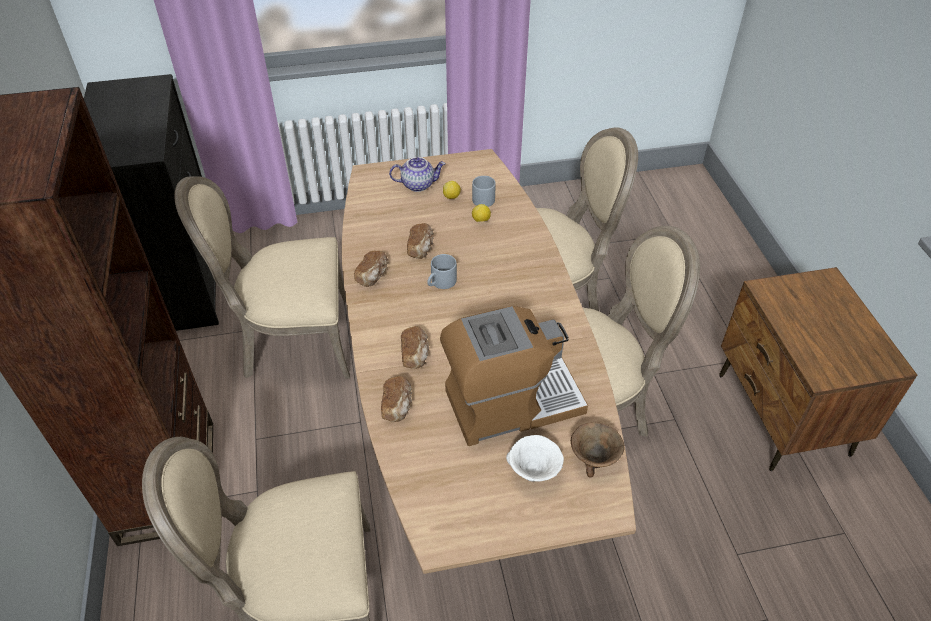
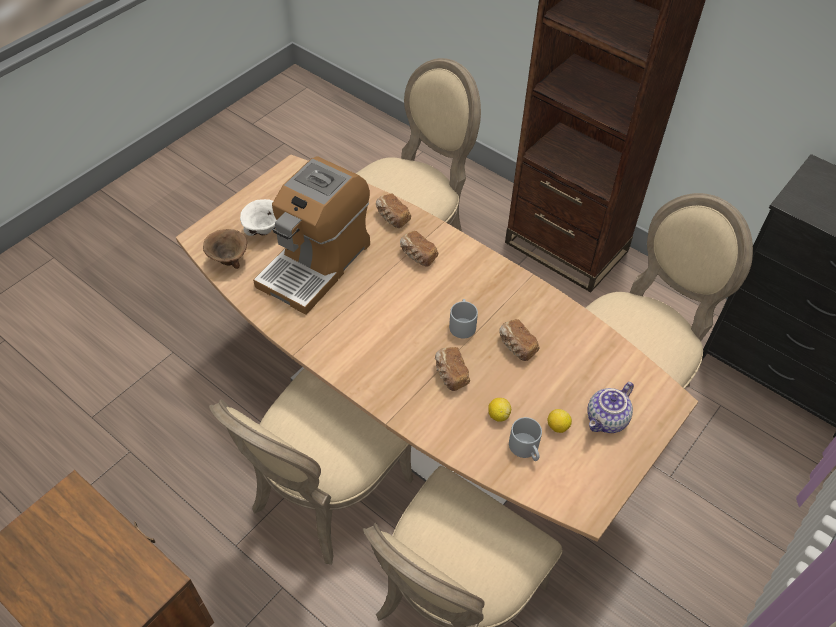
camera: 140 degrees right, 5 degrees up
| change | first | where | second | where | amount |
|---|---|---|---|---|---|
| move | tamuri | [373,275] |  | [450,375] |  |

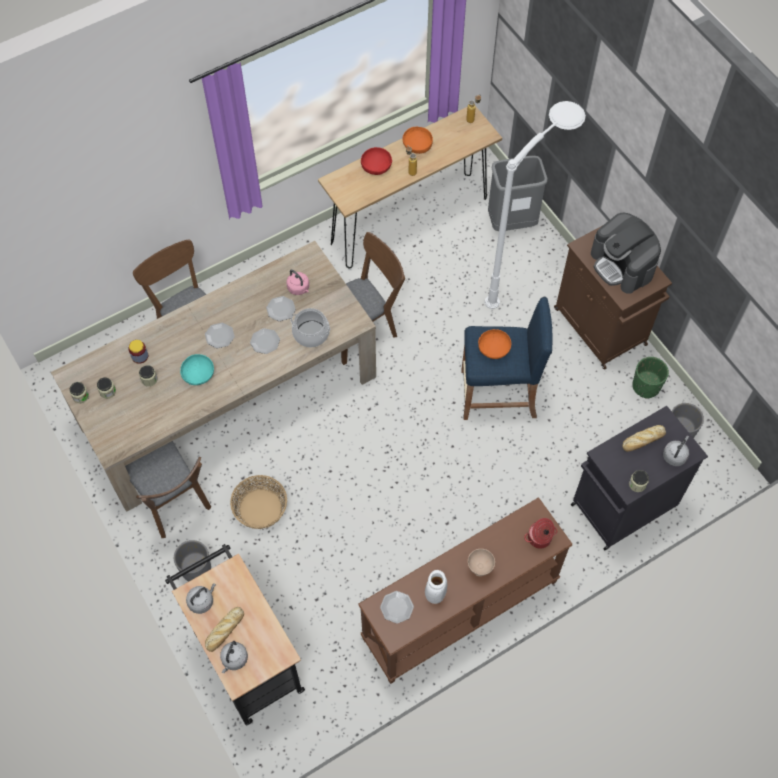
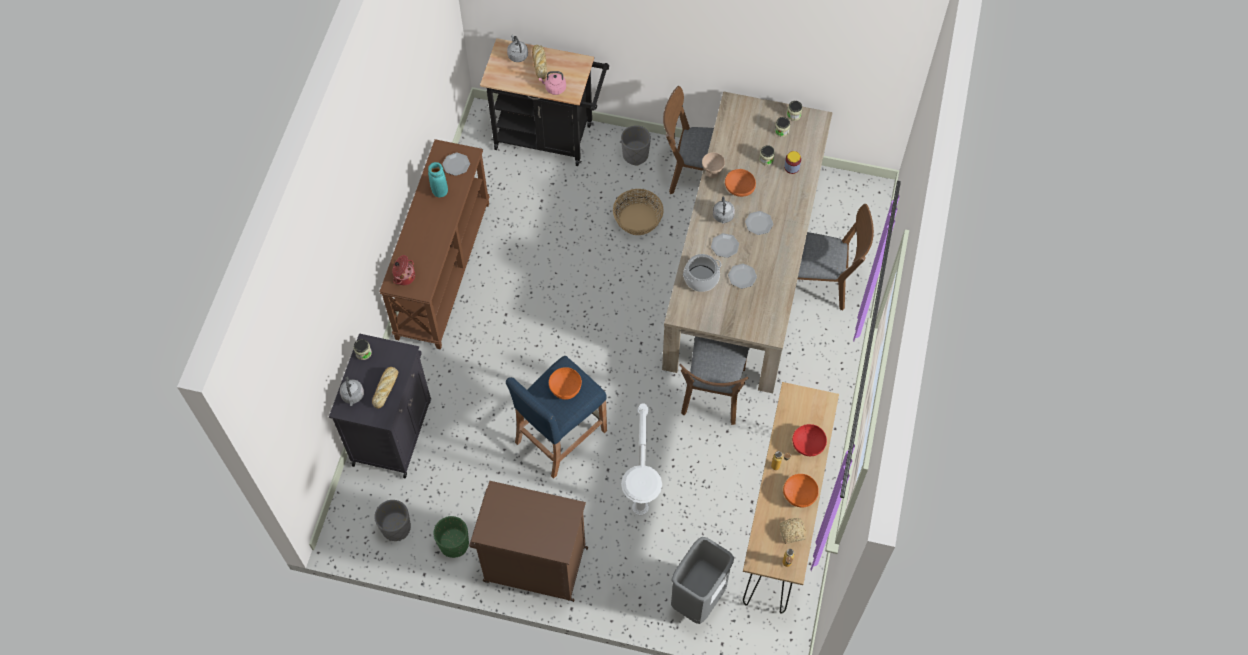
camera: 135 degrees right, 0 degrees up
| change | first | where | second | where | amount |
|---|---|---|---|---|---|
| delete | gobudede | [622,265] |  |  |  |
| move | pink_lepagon | [299,288] |  | [554,88] |  |
| recolor | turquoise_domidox | [199,375] | orange_domidox | [739,188] |  |
| move | beige_domidox | [480,569] |  | [712,173] |  |
| recolor | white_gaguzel | [435,594] | turquoise_gaguzel | [439,190] |  |
| move | grey_lepagon | [202,601] |  | [723,217] |  |
| insert |  |  | tamuri | [791,532] |  |

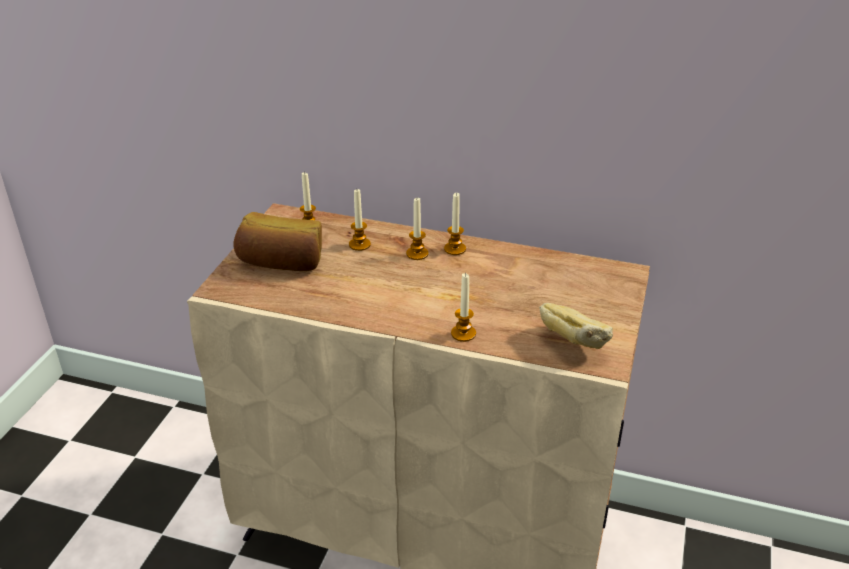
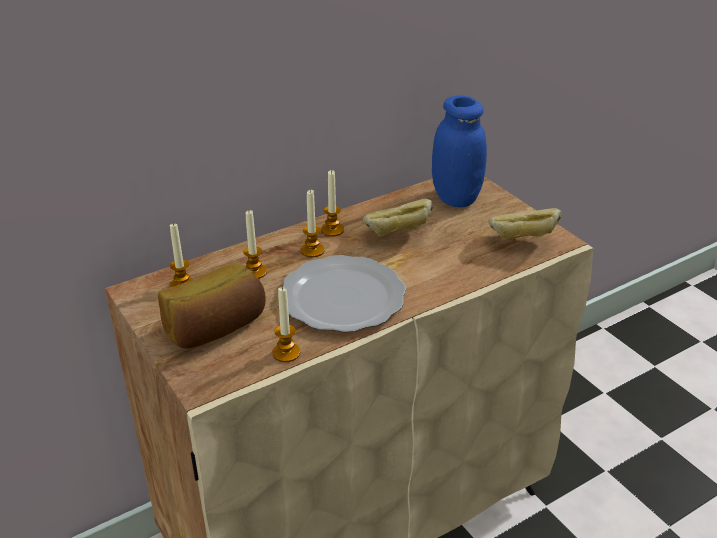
camera: 50 degrees left, 0 degrees up
| change | first | where | second | where | amount |
|---|---|---|---|---|---|
| move | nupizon | [463,333] |  | [286,353] |  |
| insert |  |  | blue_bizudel | [455,198] |  |
| insert |  |  | tamuri | [398,237] |  |
| insert |  |  | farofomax | [341,296] |  |

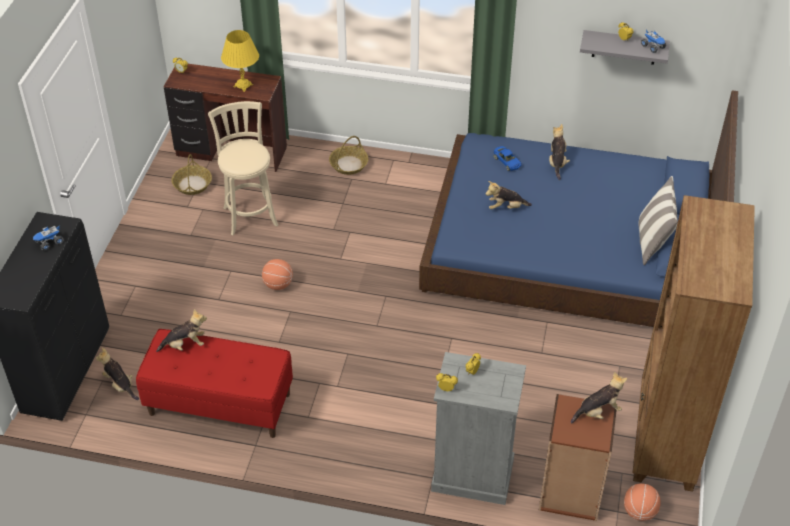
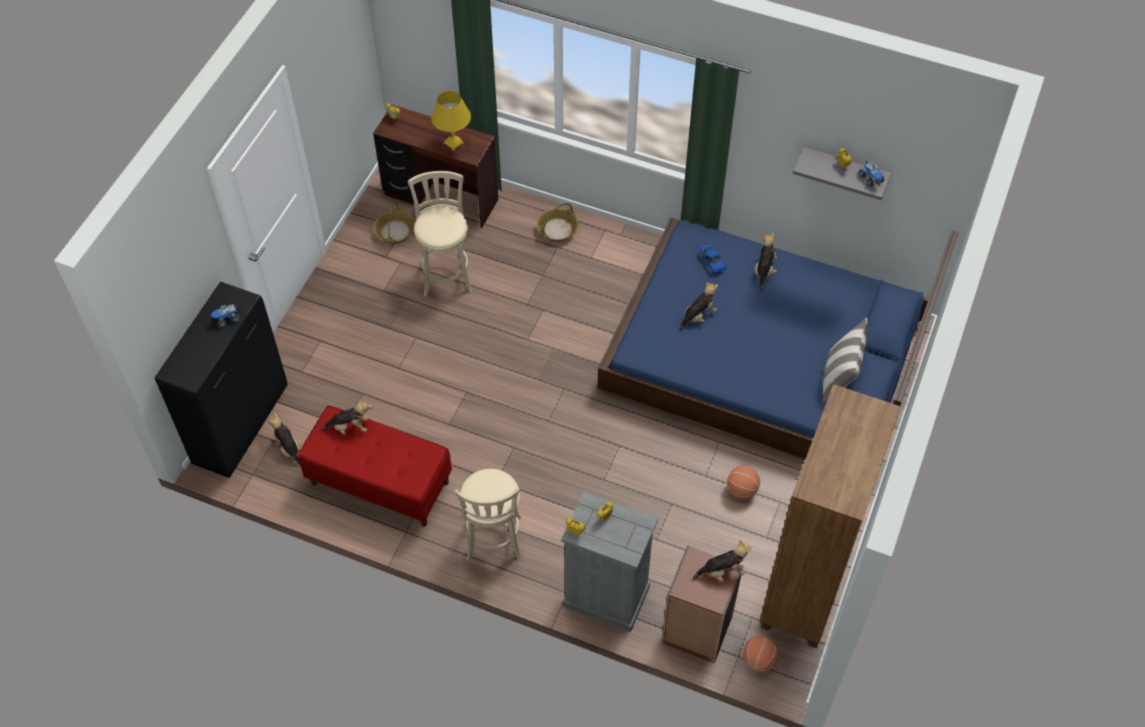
camera: 10 degrees right, 10 degrees up
| change | first | where | second | where | amount |
|---|---|---|---|---|---|
| rotate | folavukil | [506,207] |  | [698,316] | 135 degrees clockwise |
| move | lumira | [278,284] |  | [742,490] |  |
| insert |  |  | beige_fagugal | [493,541] |  |

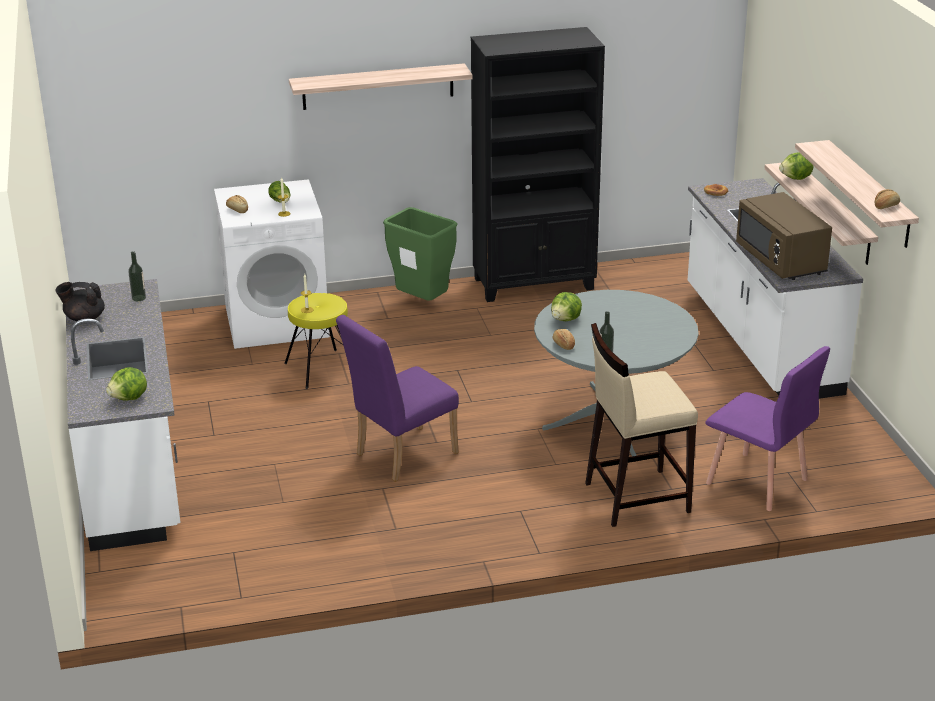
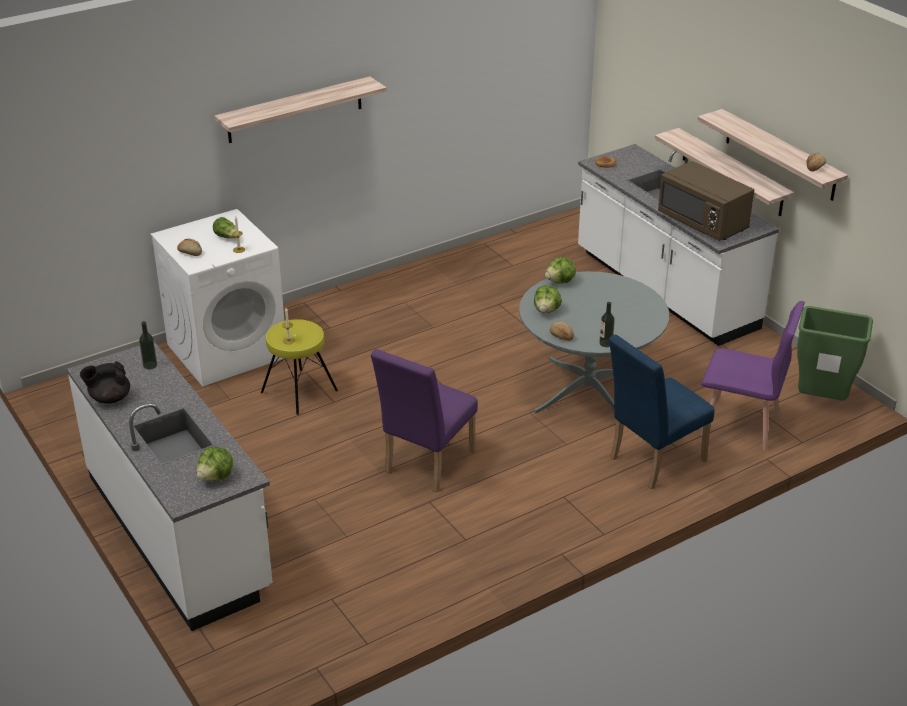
camera: 20 degrees left, 5 degrees up
| change | first | where | second | where | amount |
|---|---|---|---|---|---|
| delete | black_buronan | [535,284] |  |  |  |
| move | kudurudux | [796,178] |  | [560,282] |  |
| move | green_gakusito | [423,303] |  | [822,400] |  |
| replace | beige_fagugal | [635,497] | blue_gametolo | [652,461] |  |

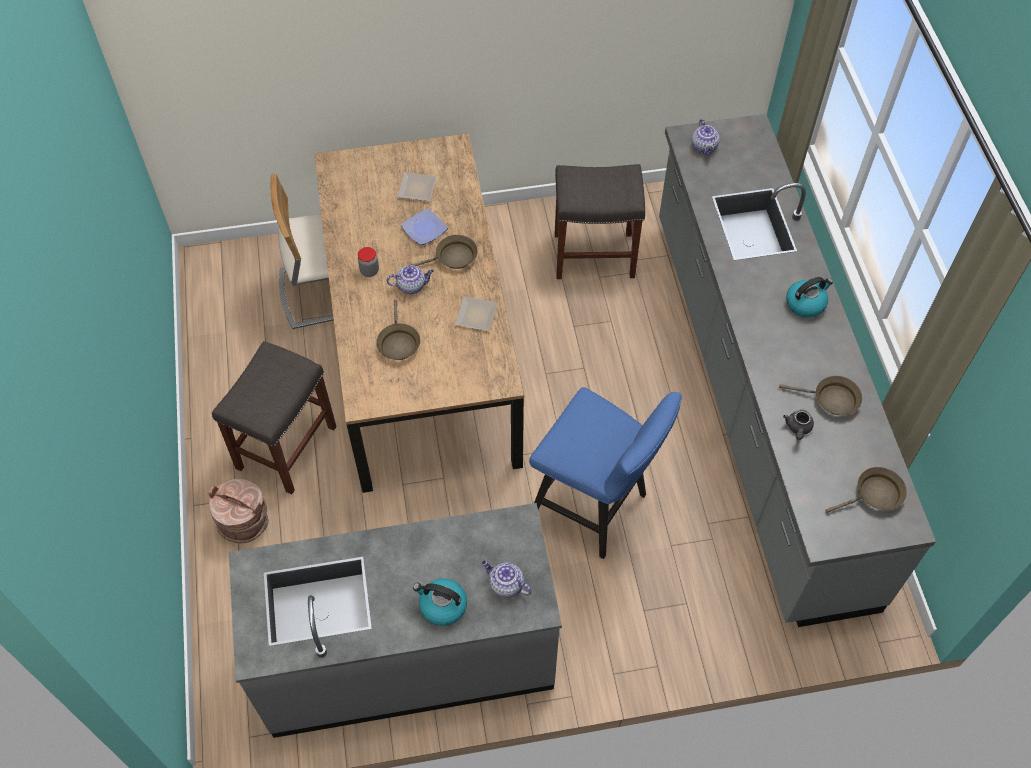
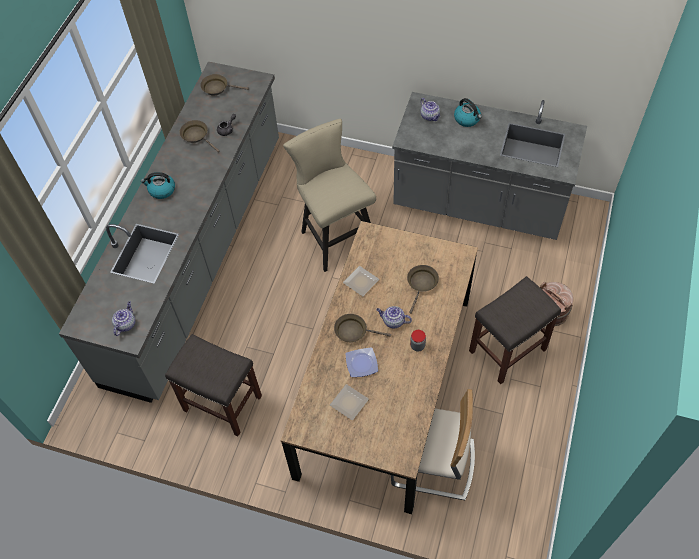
camera: 150 degrees left, 0 degrees up
| change | first | where | second | where | amount |
|---|---|---|---|---|---|
| recolor | blue_fagugal | [595,510] | beige_fagugal | [335,235] |  |

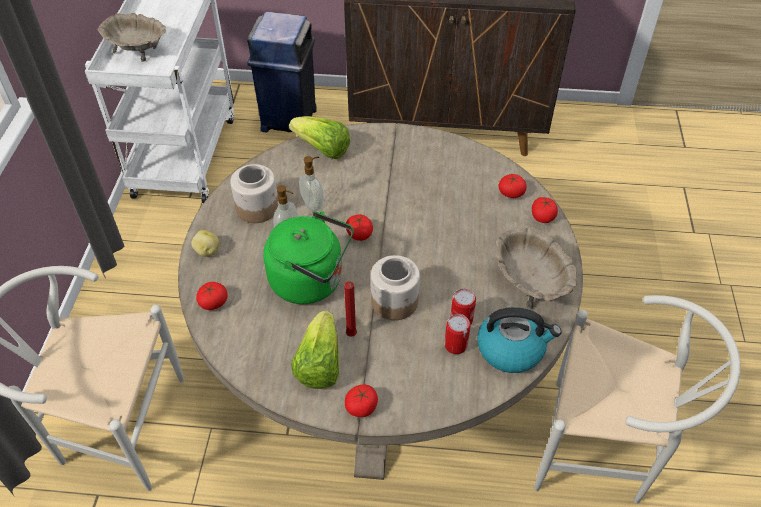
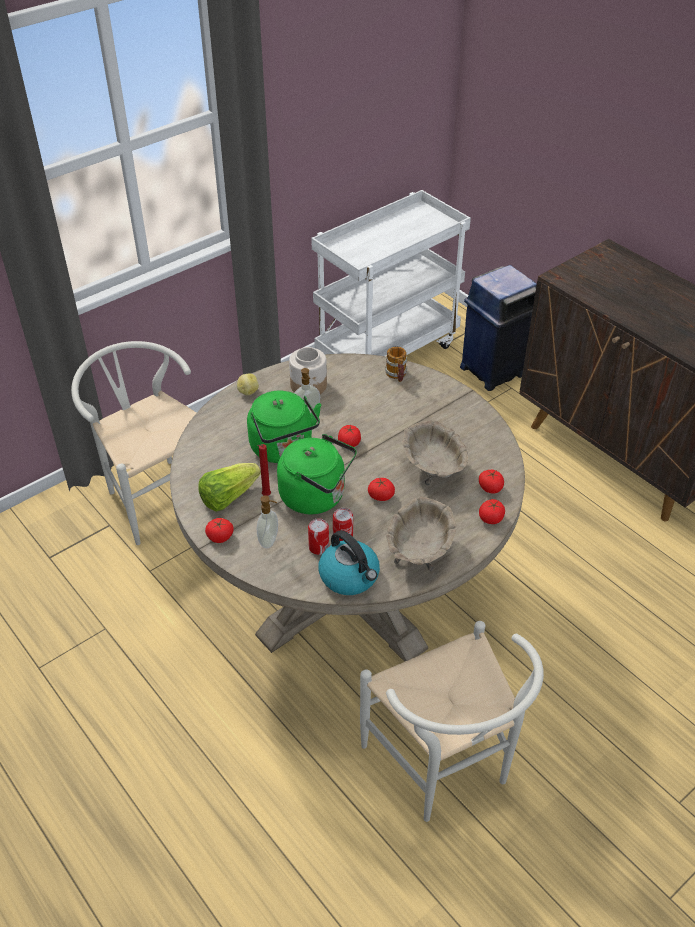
camera: 45 degrees right, 5 degrees down
| change | first | where | second | where | amount |
|---|---|---|---|---|---|
| move | beige_domidox | [138,50] |  | [433,468] |  |
| replace | kudurudux | [322,149] | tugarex | [397,375] |  |
| move | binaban | [313,203] |  | [269,540] |  |
| replace | bizudel | [395,301] | green_lepagon | [317,496] |  |
| move | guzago | [213,302] |  | [381,496] |  |

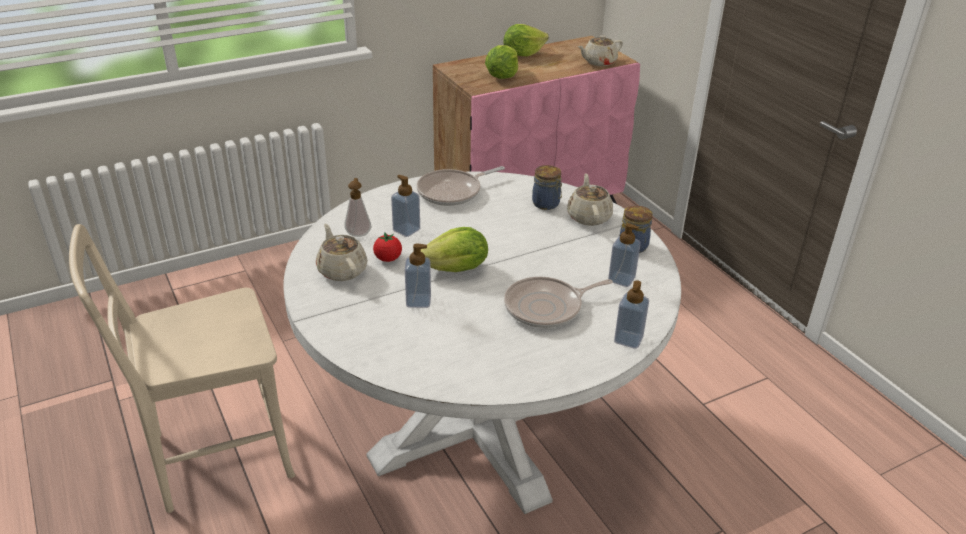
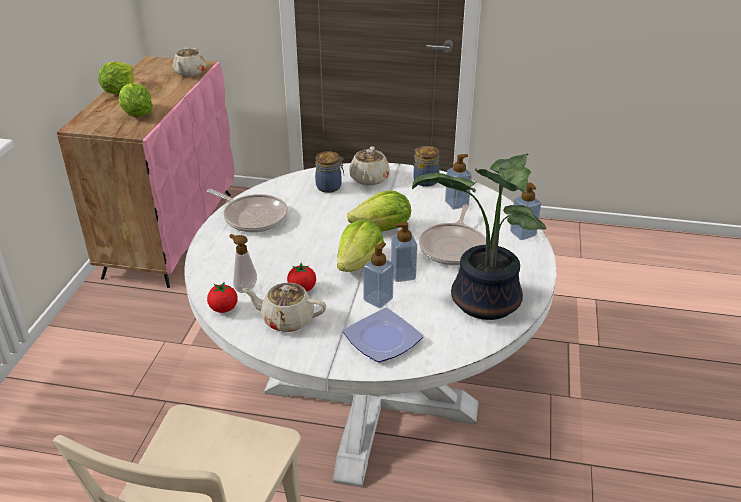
camera: 50 degrees left, 0 degrees up
| change | first | where | second | where | amount |
|---|---|---|---|---|---|
| rotate | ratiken | [453,192] |  | [253,217] | 60 degrees counterclockwise |
| rotate | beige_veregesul | [589,216] |  | [369,179] | 120 degrees counterclockwise |
| move | binaban | [406,230] |  | [403,275] |  |
| insert |  |  | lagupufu | [482,303] |  |
| insert |  |  | kudurudux | [382,229] |  |
| insert |  |  | guzago | [223,309] |  |
| insert |  |  | farofomax | [382,338] |  |

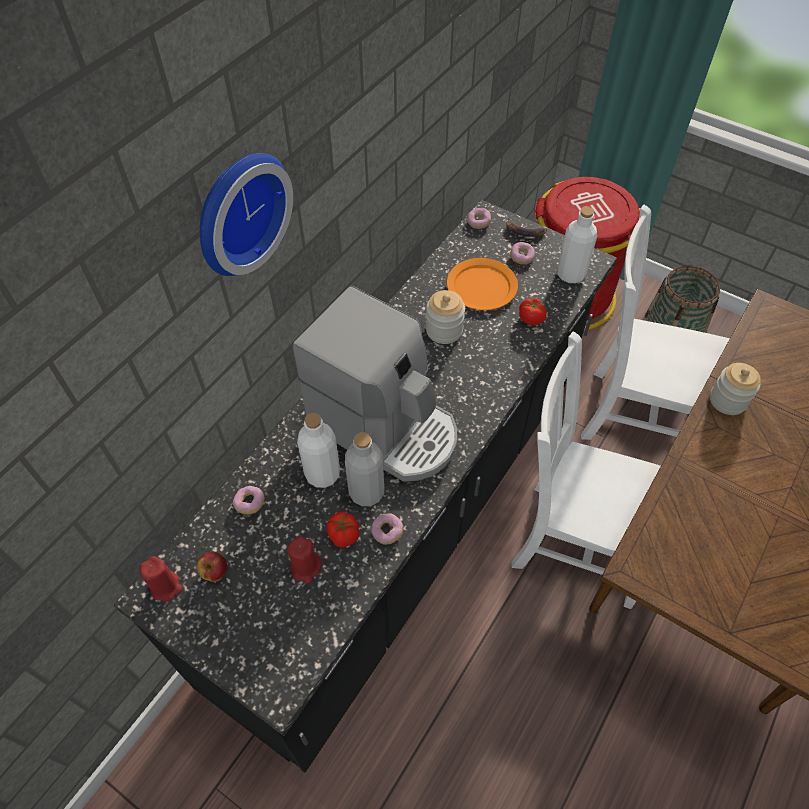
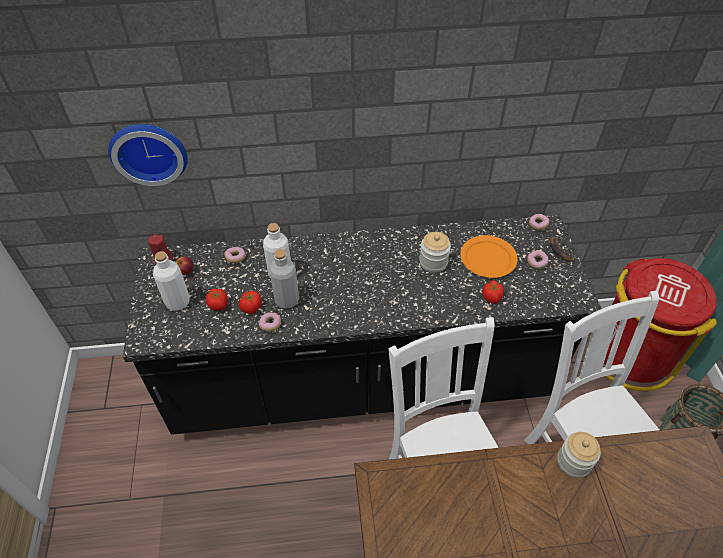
camera: 50 degrees right, 5 degrees down
| change | first | where | second | where | amount |
|---|---|---|---|---|---|
| move | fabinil | [237,211] |  | [149,151] |  |
| move | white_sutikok | [571,274] |  | [177,302] |  |
| delete | gobudede | [386,428] |  |  |  |
| replace | red_nupizon | [305,567] | guzago | [218,305] |  |

